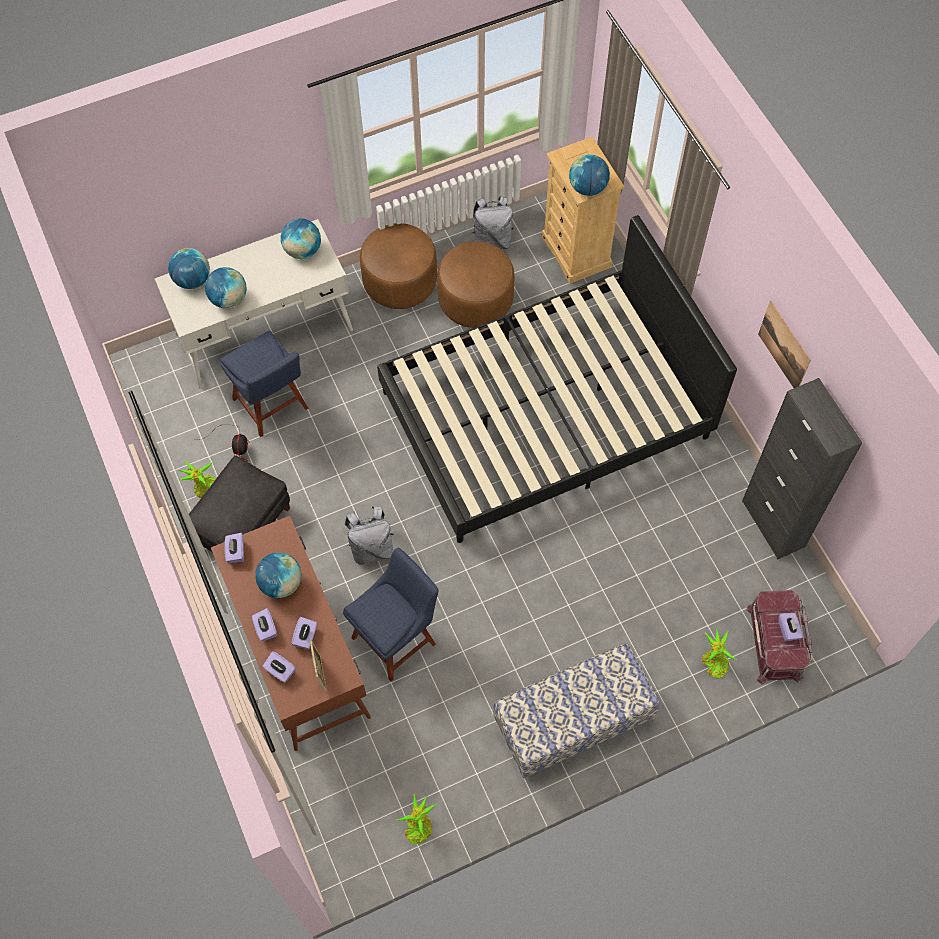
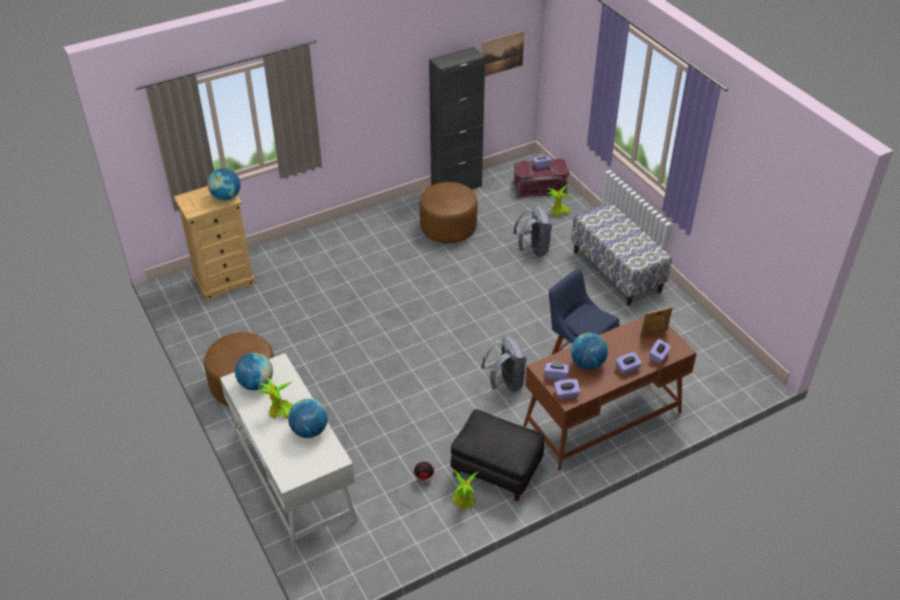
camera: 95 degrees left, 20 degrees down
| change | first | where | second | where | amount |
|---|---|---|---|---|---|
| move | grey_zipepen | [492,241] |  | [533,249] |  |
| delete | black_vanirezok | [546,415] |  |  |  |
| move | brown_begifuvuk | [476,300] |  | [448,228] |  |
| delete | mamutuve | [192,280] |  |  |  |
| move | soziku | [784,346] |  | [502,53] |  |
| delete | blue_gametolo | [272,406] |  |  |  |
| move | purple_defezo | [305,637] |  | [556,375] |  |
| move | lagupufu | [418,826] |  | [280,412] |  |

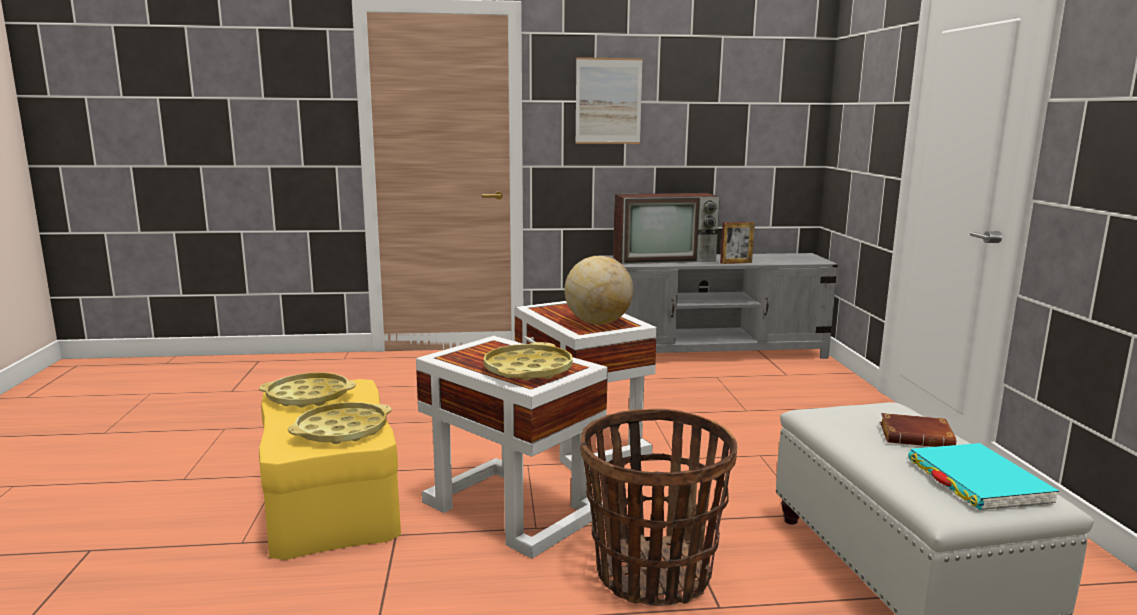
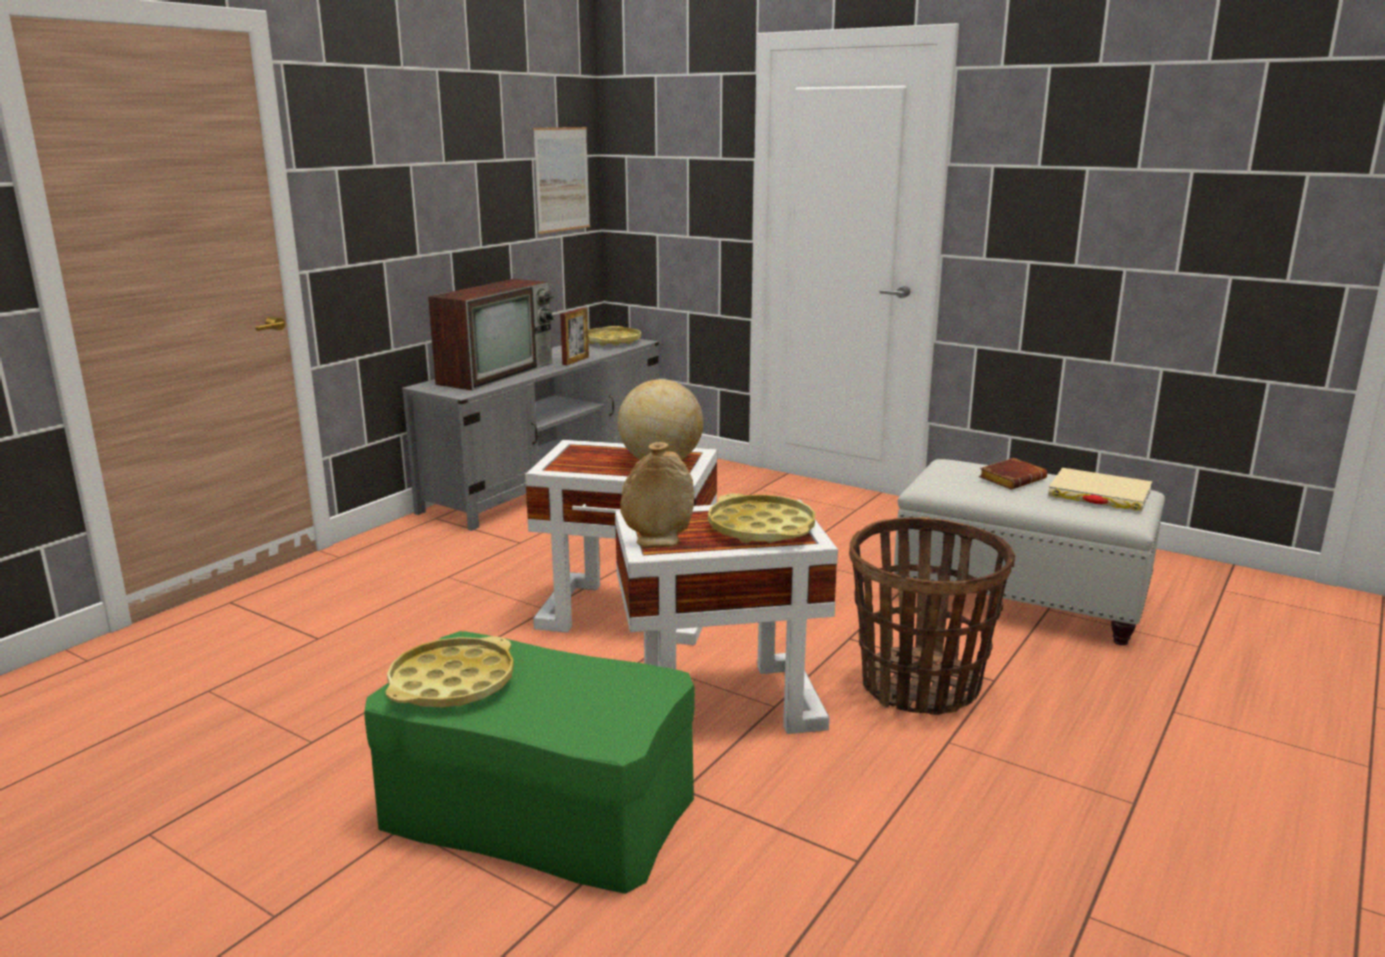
camera: 50 degrees left, 5 degrees up
| change | first | where | second | where | amount |
|---|---|---|---|---|---|
| move | soziku | [608,101] |  | [562,179] |  |
| recolor | yellow_begifuvuk | [331,500] | green_begifuvuk | [539,807] |  |
| move | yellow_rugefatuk | [342,430] |  | [611,341] |  |
| recolor | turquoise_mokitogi | [977,482] | beige_mokitogi | [1099,495] |  |
| insert |  |  | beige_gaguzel | [657,542] |  |

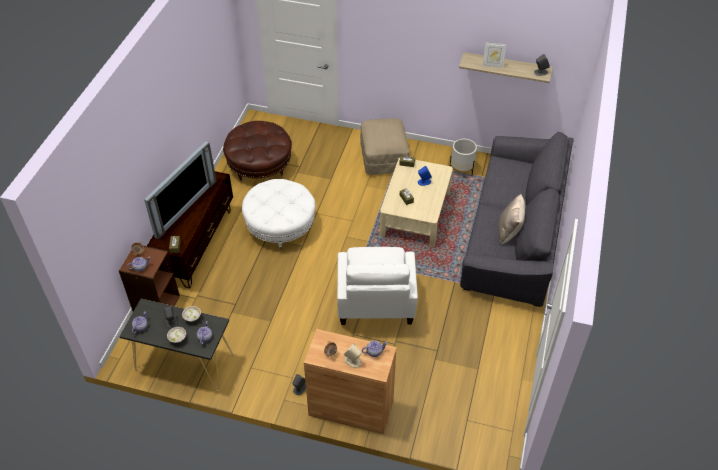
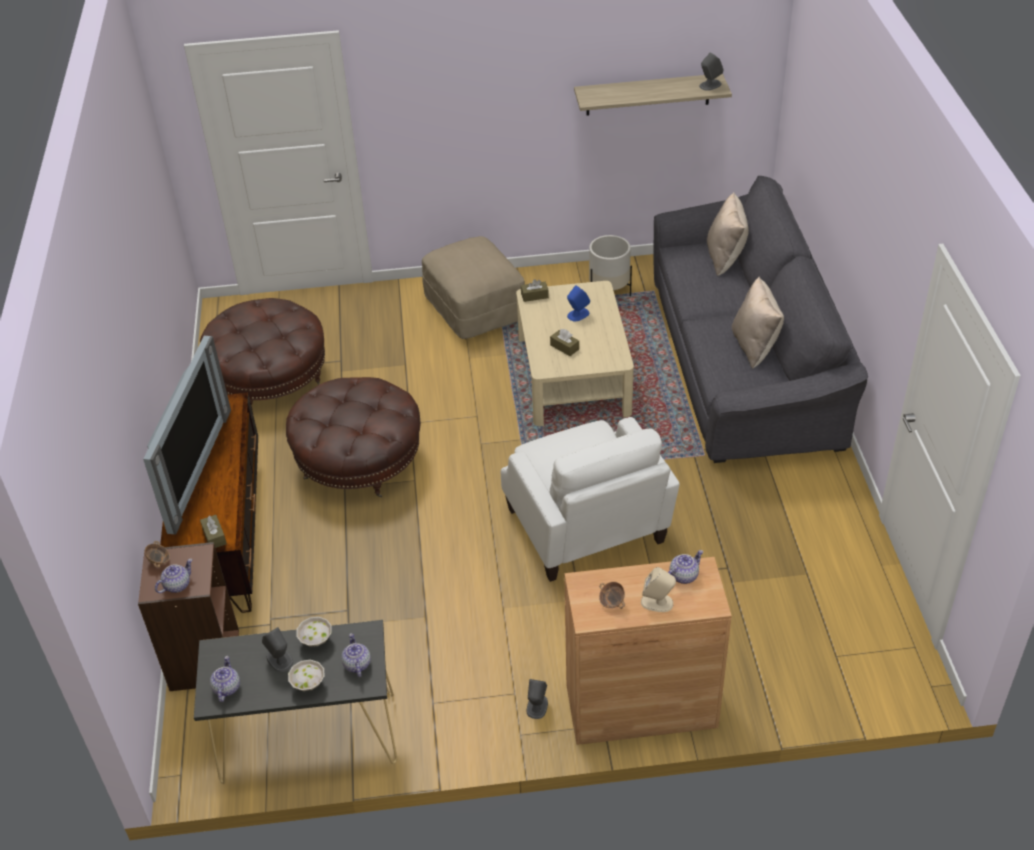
camera: 20 degrees left, 5 degrees down
| change | first | where | second | where | amount |
|---|---|---|---|---|---|
| delete | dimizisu | [492,65] |  |  |  |
| recolor | white_begifuvuk | [280,226] | brown_begifuvuk | [359,461] |  |
| insert |  |  | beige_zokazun | [725,257] |  |

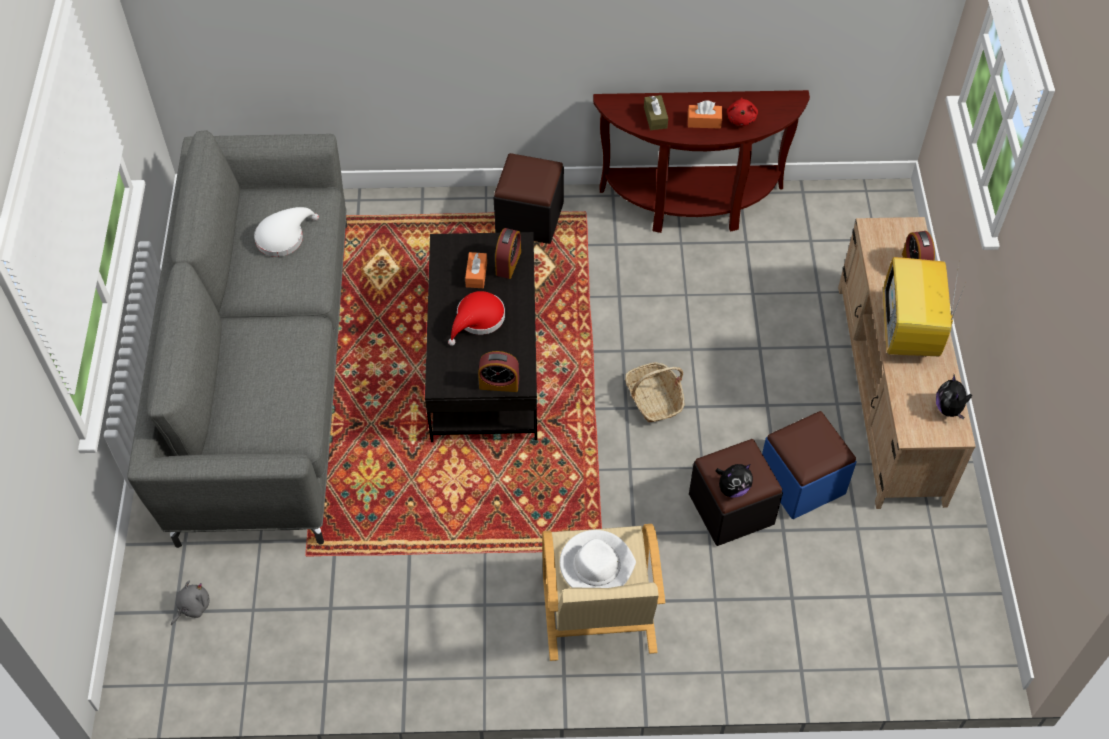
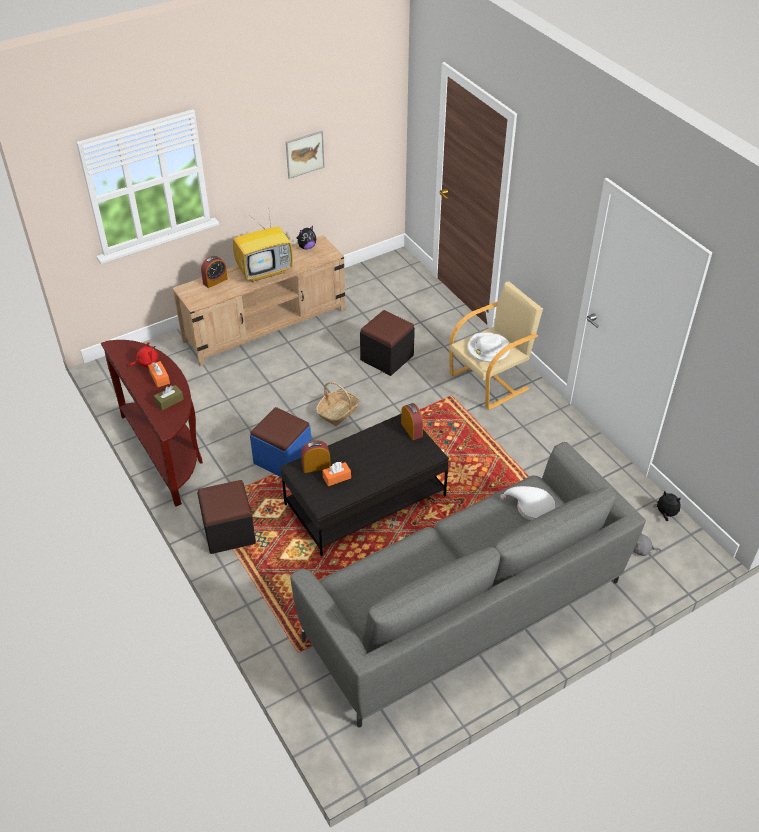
camera: 120 degrees left, 10 degrees down
| change | first | where | second | where | amount |
|---|---|---|---|---|---|
| move | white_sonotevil | [283,237] |  | [531,507] |  |
| delete | red_sonotevil | [478,319] |  |  |  |
| move | blue_begifuvuk | [801,482] |  | [283,458] |  |
| move | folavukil | [733,488] |  | [665,514] |  |
| insert |  |  | soziku | [305,154] |  |

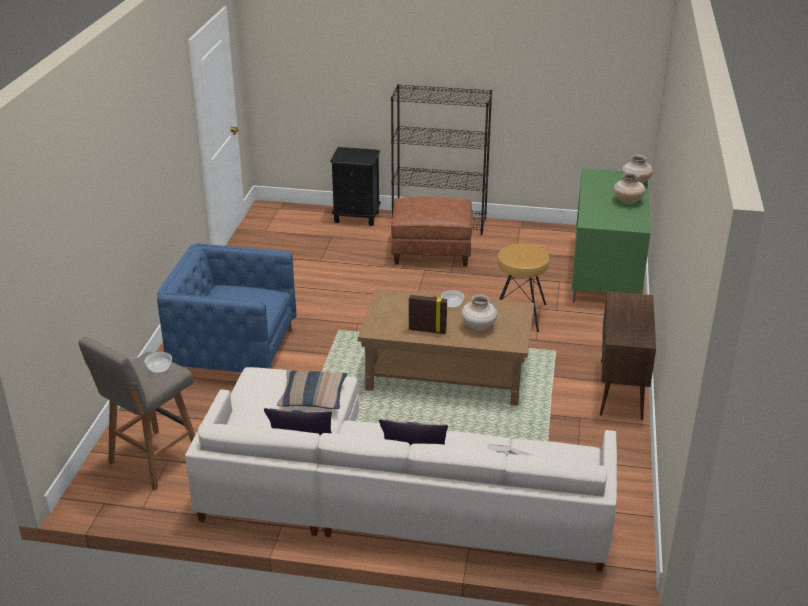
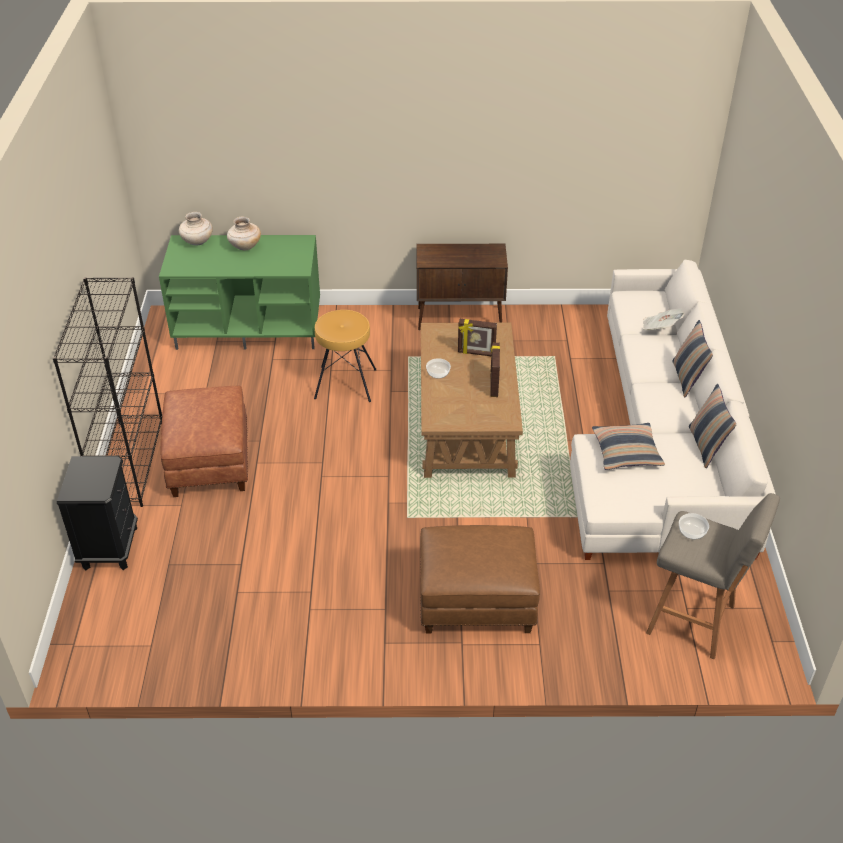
camera: 100 degrees left, 10 degrees up
| change | first | where | second | where | amount |
|---|---|---|---|---|---|
| replace | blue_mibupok | [234,351] | brown_begifuvuk | [475,602] |  |
| replace | beige_gaguzel | [478,327] | dimizisu | [476,353] |  |

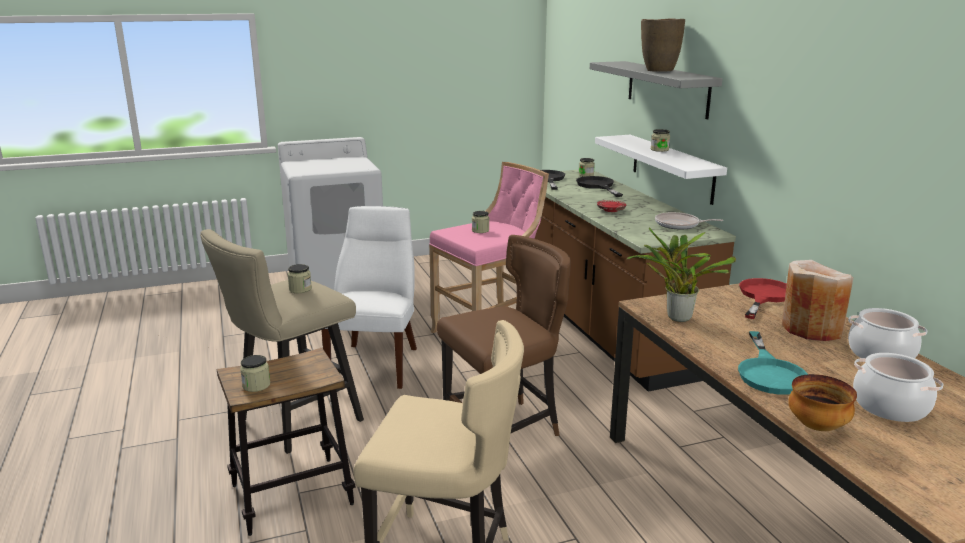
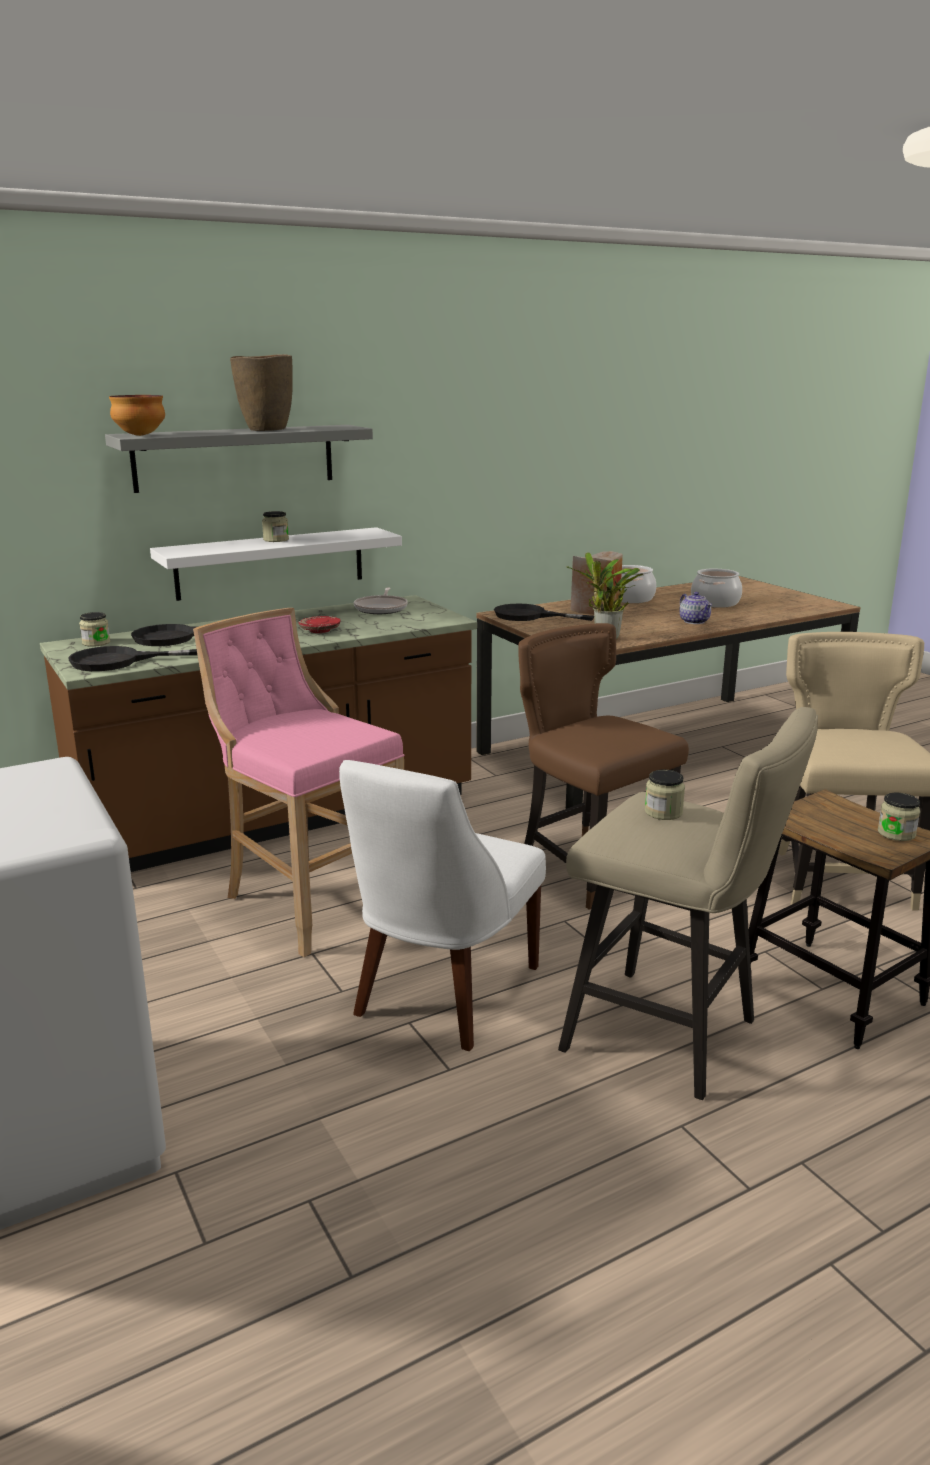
camera: 100 degrees left, 0 degrees up
| change | first | where | second | where | amount |
|---|---|---|---|---|---|
| rotate | white_gametolo | [376,363] |  | [442,994] | 60 degrees counterclockwise |
| delete | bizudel | [480,230] |  |  |  |
| recolor | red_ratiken | [763,296] | black_ratiken | [529,616] |  |
| replace | turquoise_ratiken | [769,372] | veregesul | [694,621] |  |
| move | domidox | [816,426] |  | [139,435] |  |

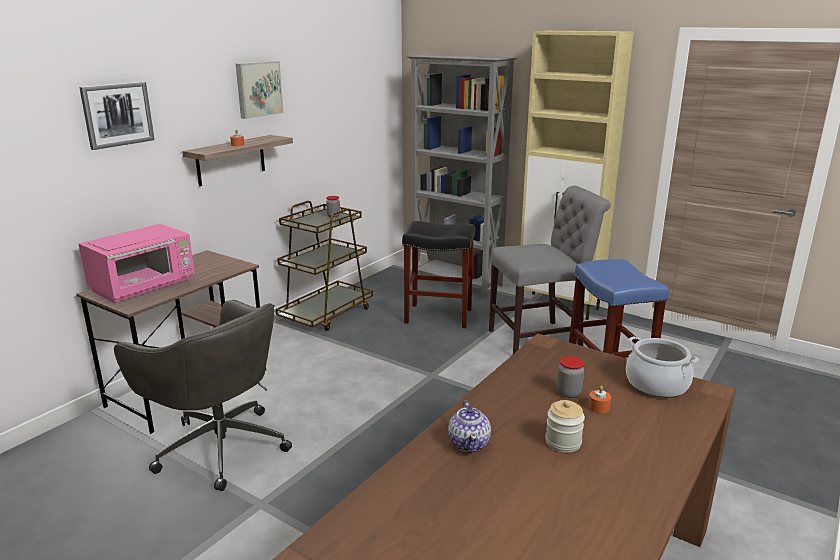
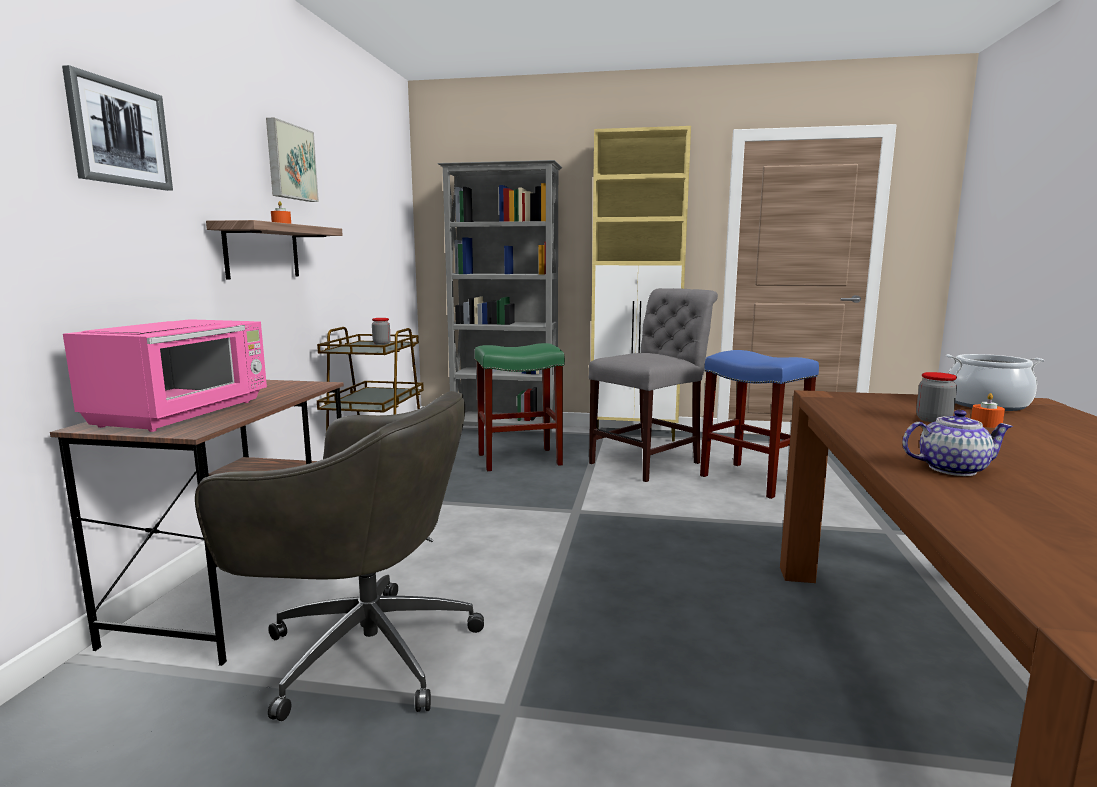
camera: 25 degrees left, 10 degrees down
| change | first | where | second | where | amount |
|---|---|---|---|---|---|
| recolor | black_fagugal | [439,316] | green_fagugal | [520,459] |  |
| rotate | veregesul | [469,443] |  | [951,469] | 60 degrees counterclockwise |
| delete | bizudel | [563,442] |  |  |  |

